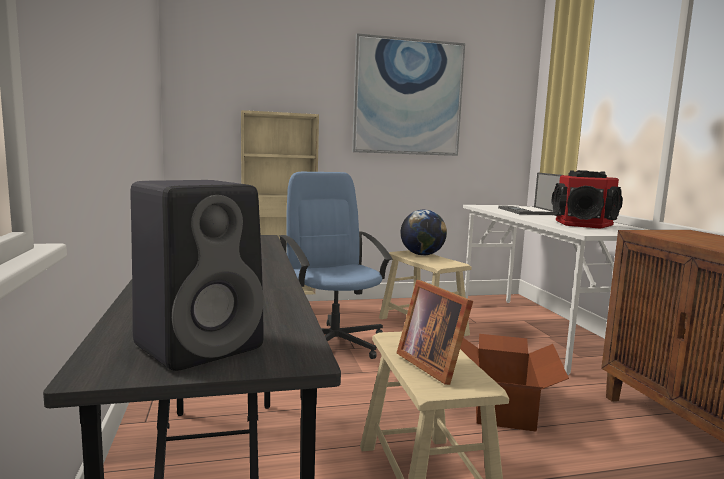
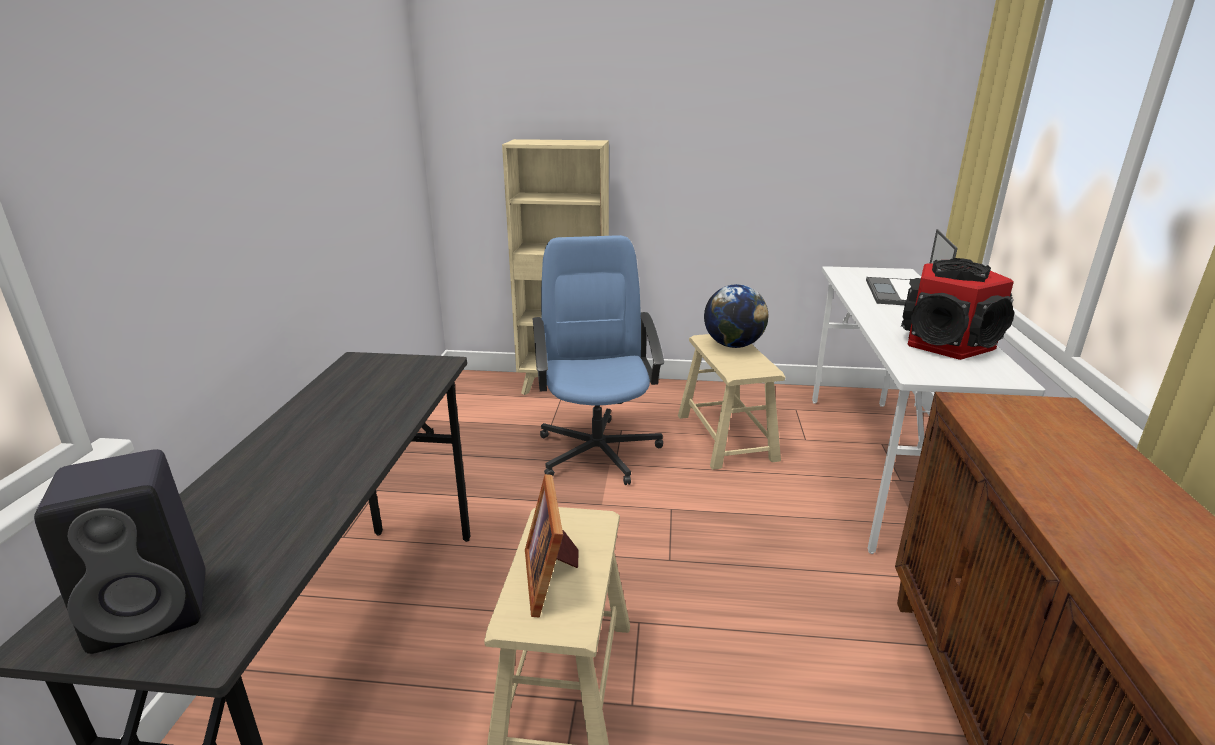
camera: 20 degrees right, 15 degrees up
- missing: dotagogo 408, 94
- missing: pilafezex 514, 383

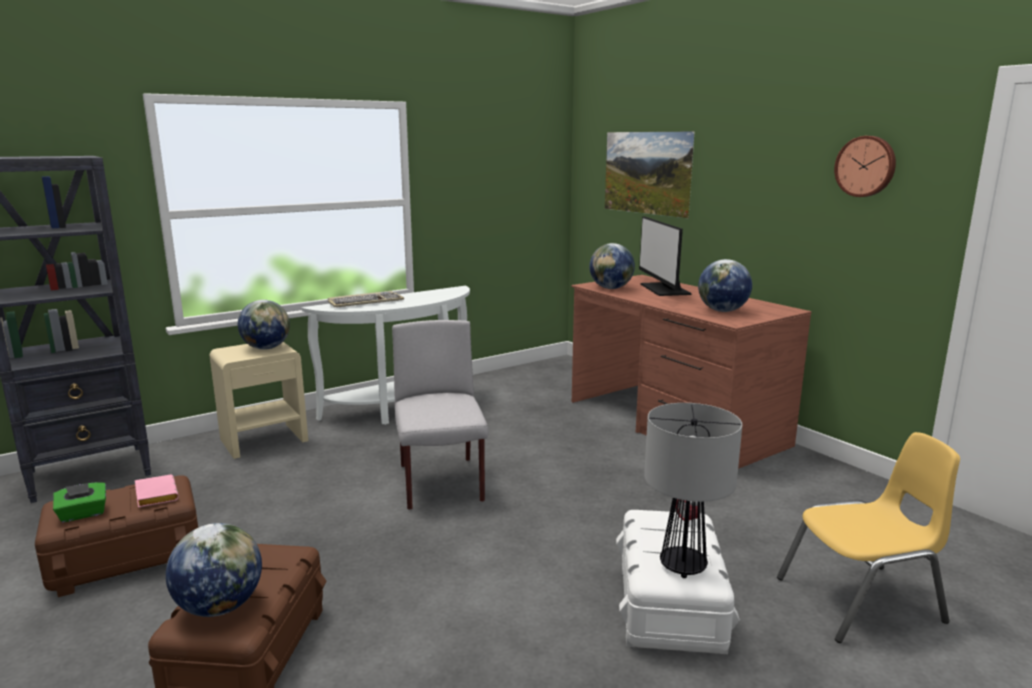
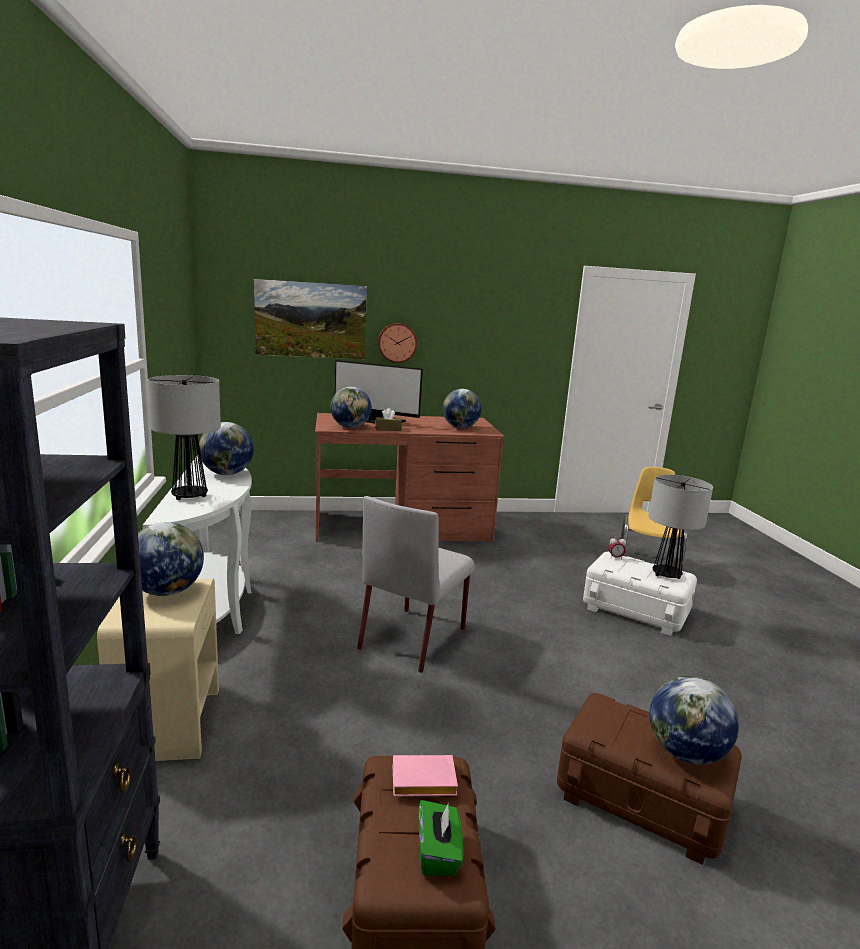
camera: 65 degrees left, 0 degrees up
- exchanged: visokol 365, 299 to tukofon 184, 437
- spun: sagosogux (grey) 440, 415 = 416, 584 75 degrees counterclockwise
- relocated: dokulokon 865, 166 to 397, 343
- appeared: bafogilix 226, 448
- appeared: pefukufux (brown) 388, 419

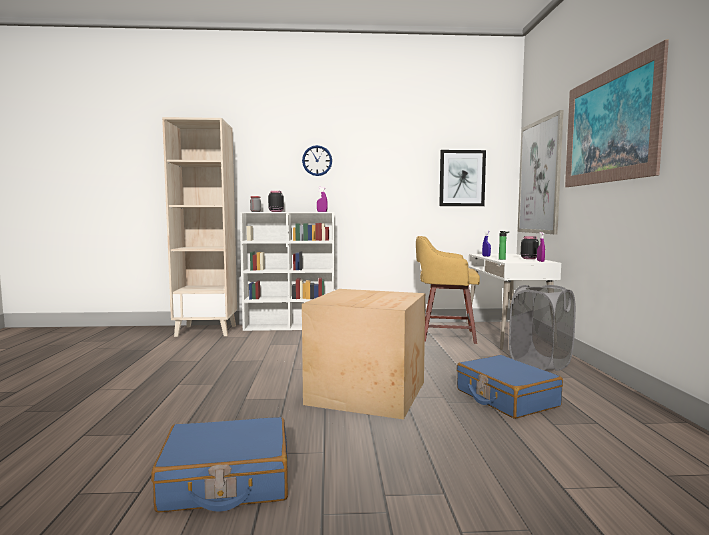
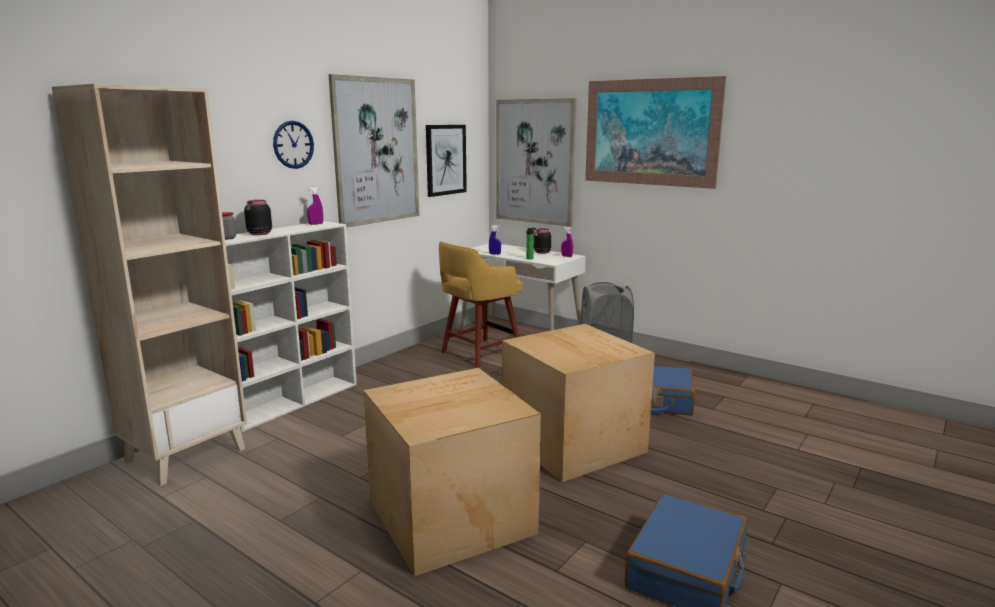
camera: 50 degrees left, 10 degrees up
- appeared: dotagogo 374, 151
- appeared: pilafezex 452, 472

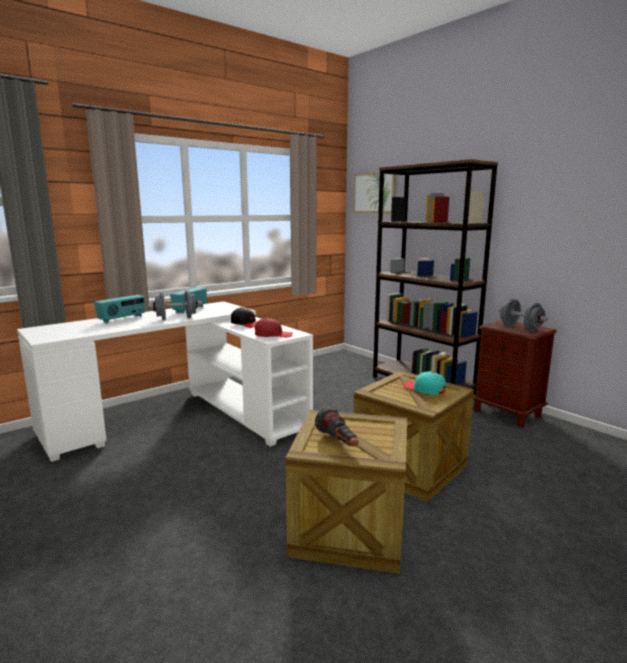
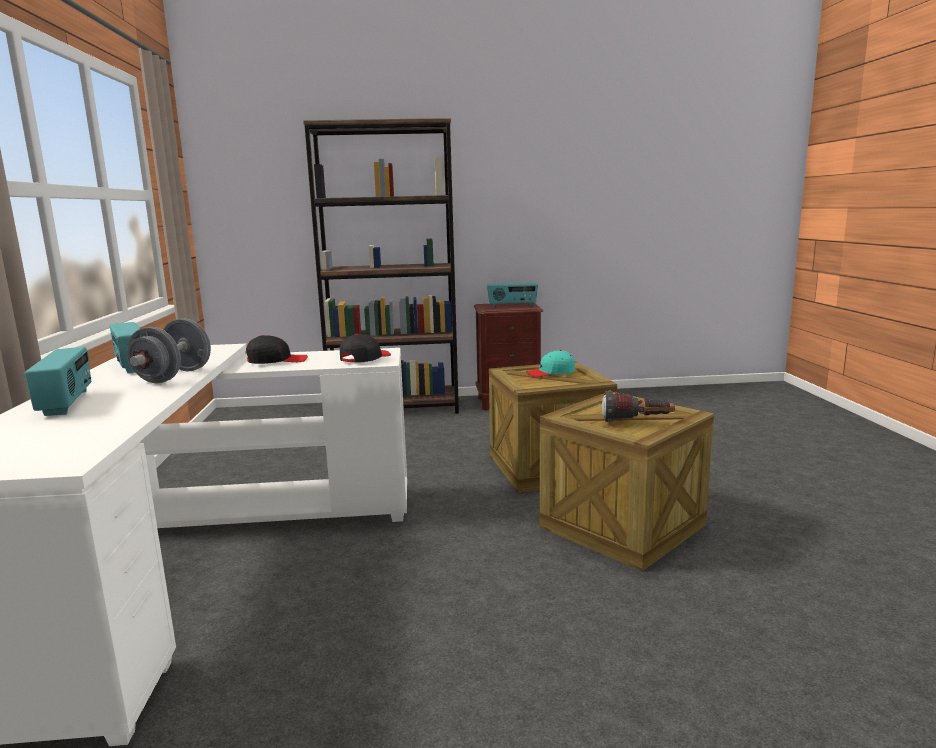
camera: 55 degrees left, 0 degrees up
- colour: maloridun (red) 273, 327 to maloridun (black) 365, 348
- missing: dotagogo 375, 192
- exchanged: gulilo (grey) 523, 315 to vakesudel 512, 295

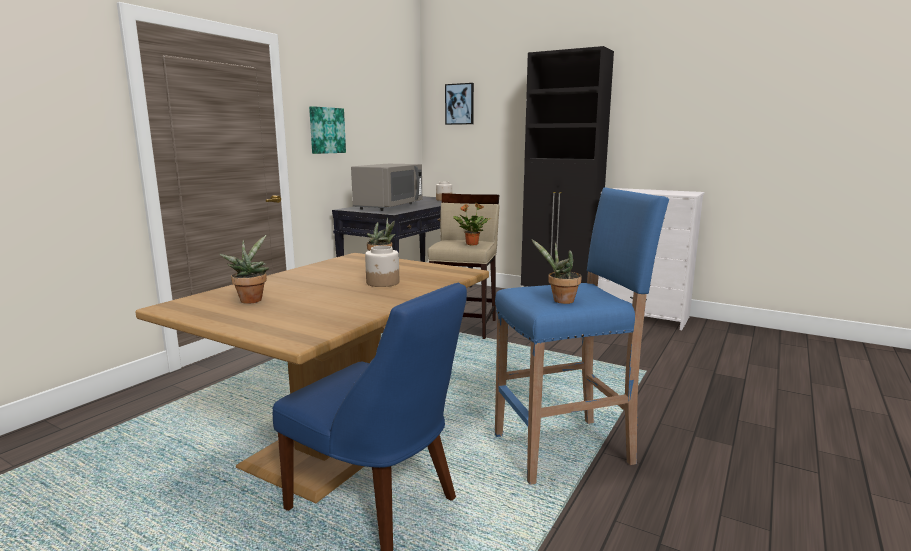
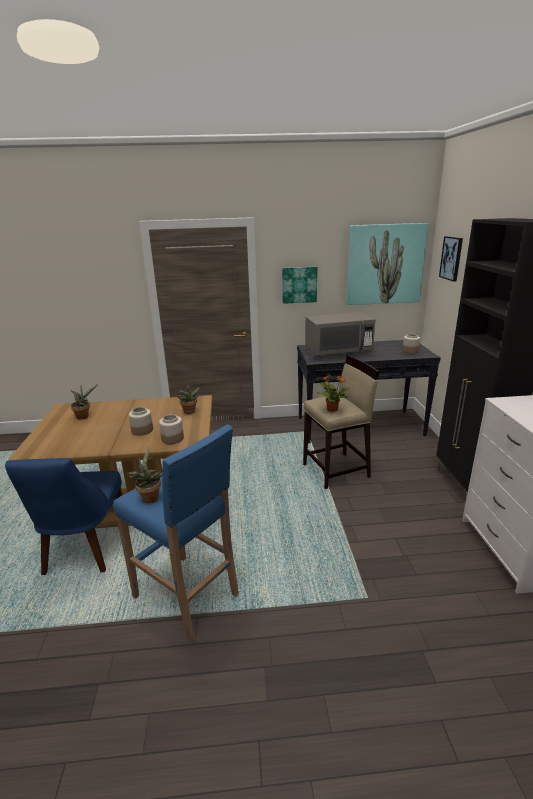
camera: 55 degrees right, 10 degrees up
- appeared: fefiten 171, 429
- appeared: dotagogo 388, 264

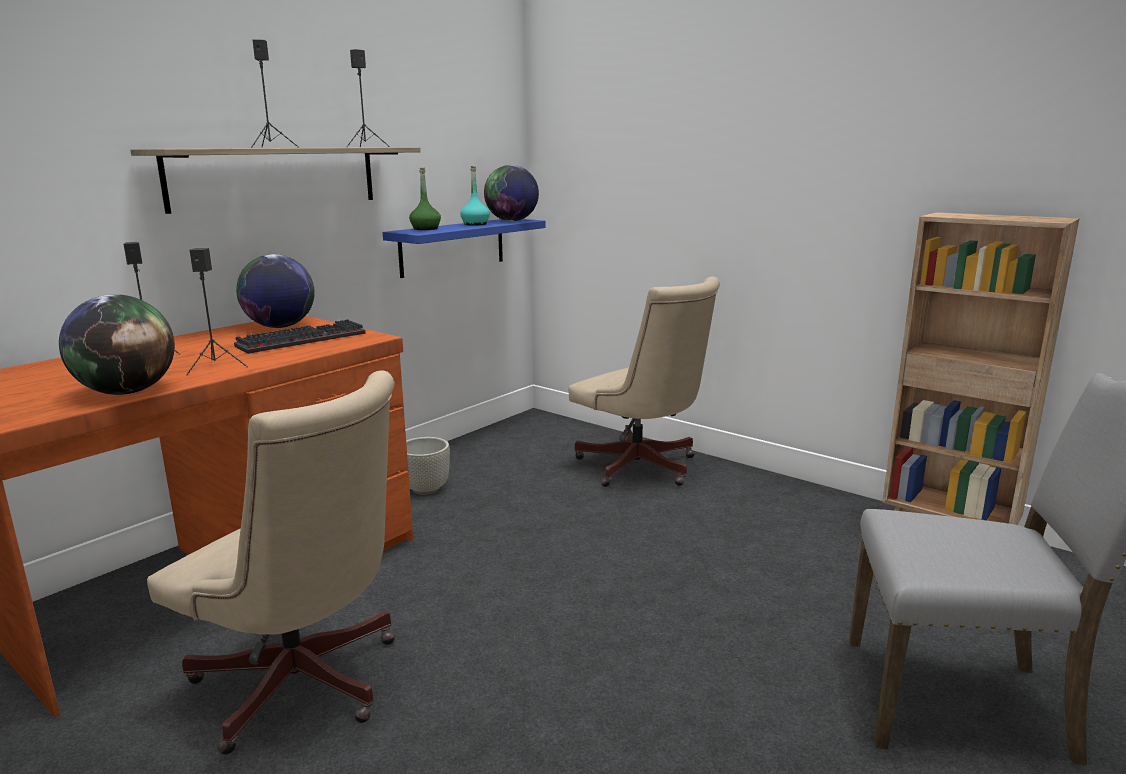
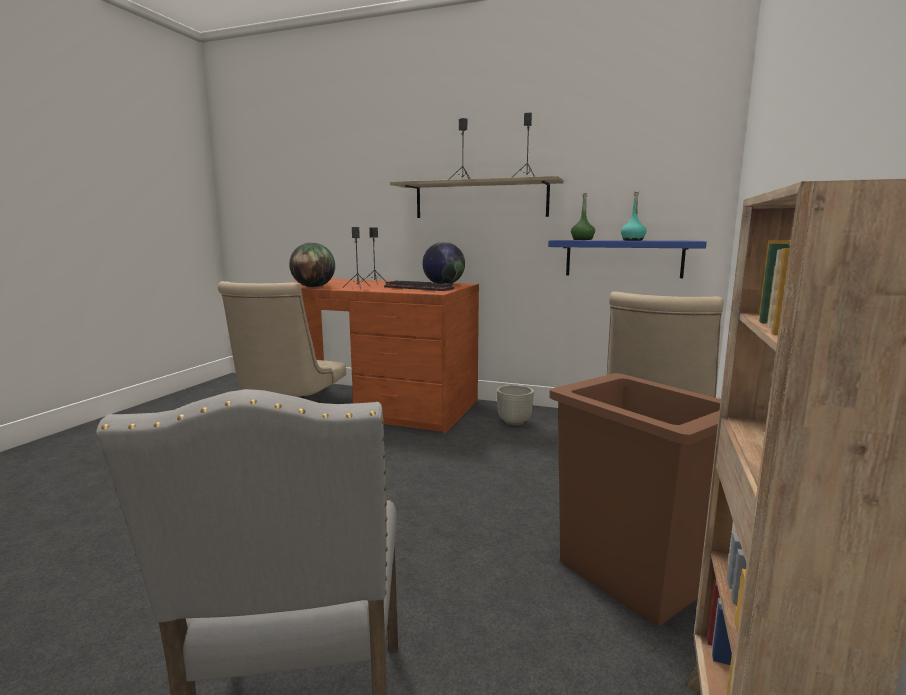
camera: 70 degrees right, 5 degrees down
- missing: bafogilix 511, 193
- appeared: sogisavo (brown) 635, 500

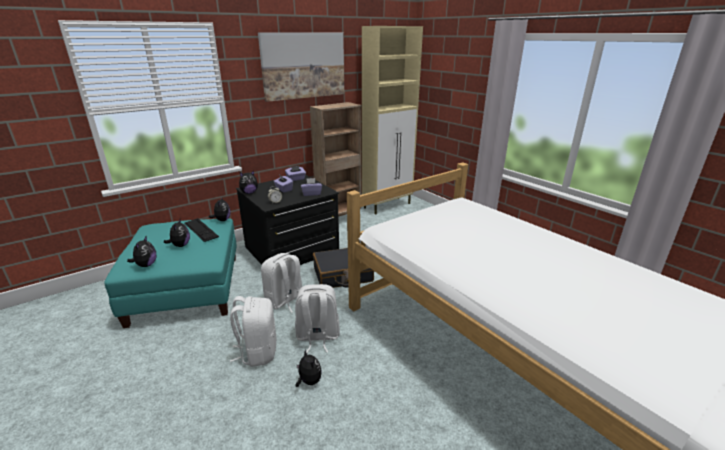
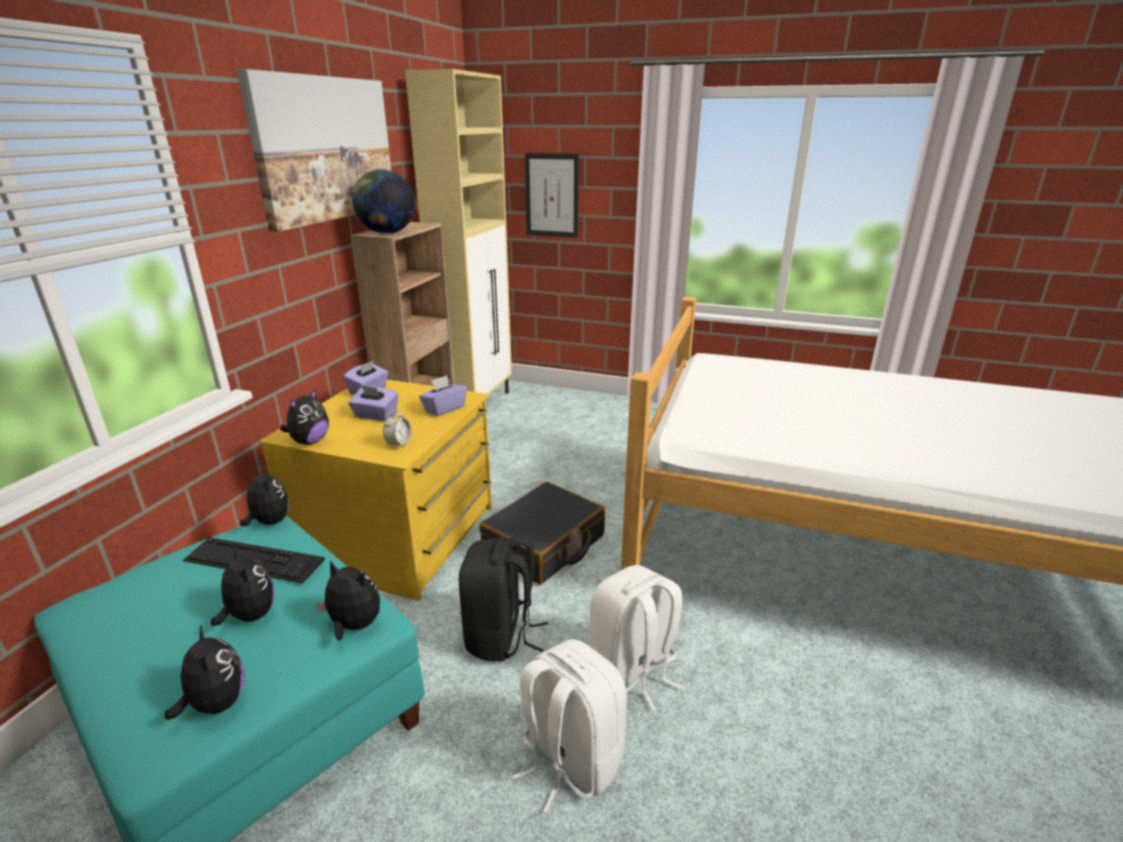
camera: 35 degrees left, 0 degrees up
- colour: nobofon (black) 287, 220 to nobofon (yellow) 375, 490
- colour: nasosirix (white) 281, 283 to nasosirix (black) 503, 599
- relocated: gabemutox 308, 368 to 347, 600
- appeared: bafogilix 383, 201
- appeared: dotagogo 552, 195

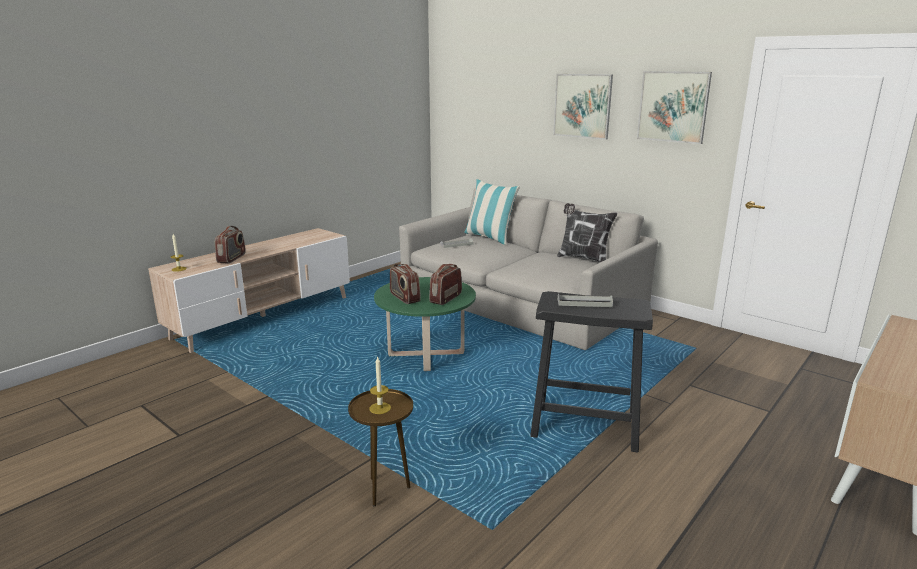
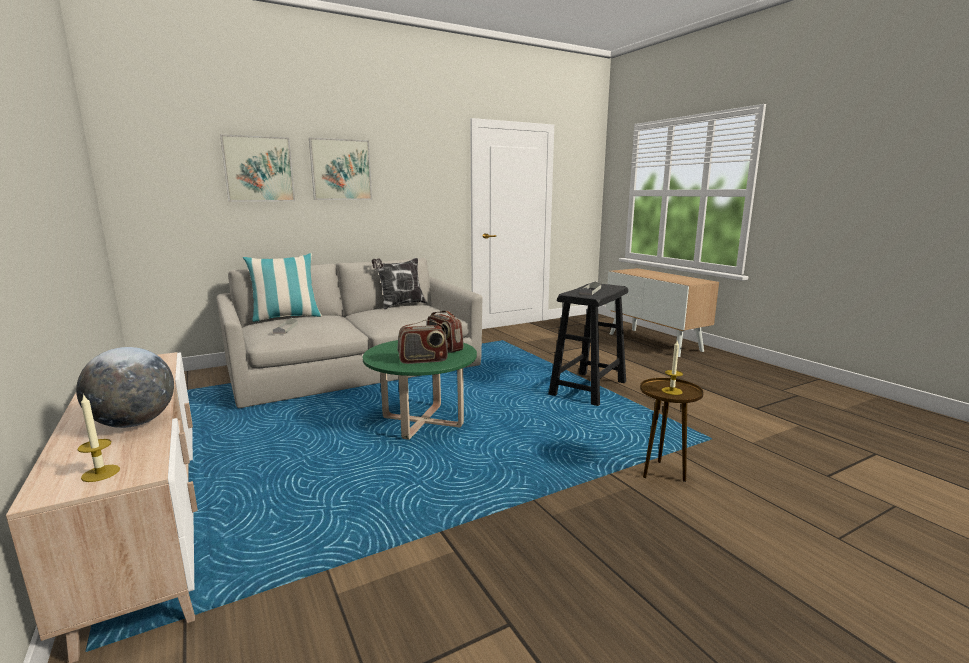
camera: 70 degrees left, 5 degrees down
- exchanged: vakesudel 230, 244 to bafogilix 125, 387
- relocated: dotagogo 674, 107 to 257, 168

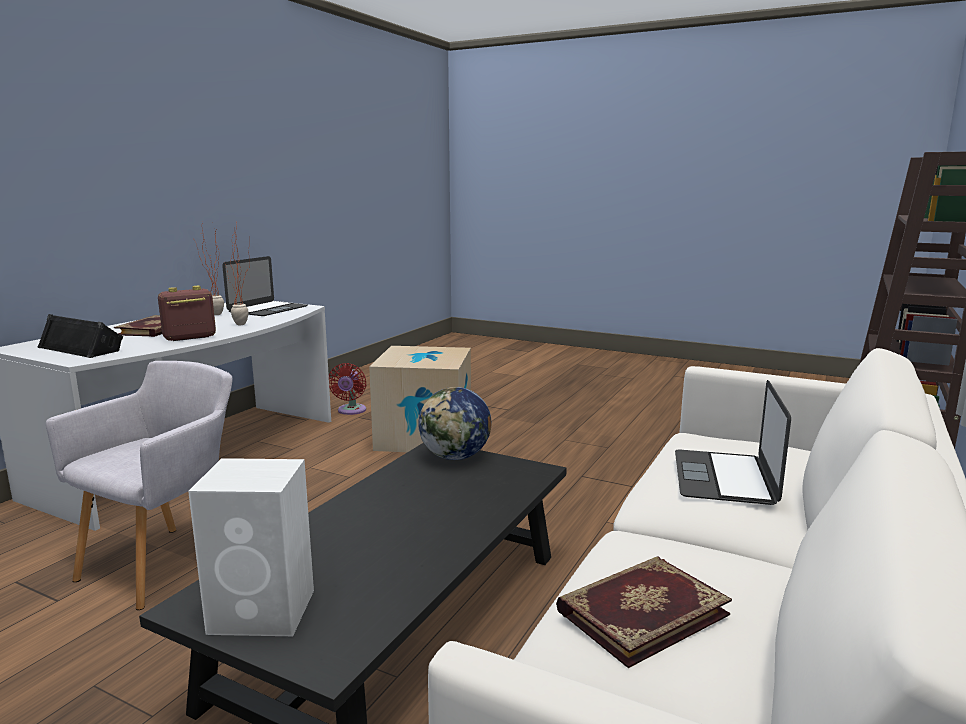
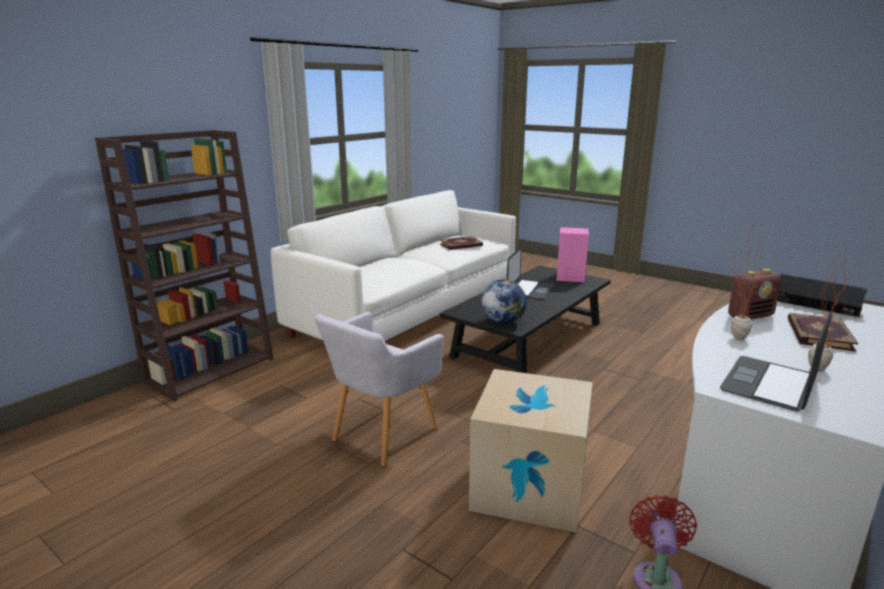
camera: 170 degrees left, 5 degrees up
- relocated: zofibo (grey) 139, 485 to 379, 389
- colour: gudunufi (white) 251, 547 to gudunufi (pink) 573, 254
- relocated: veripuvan 733, 442 to 530, 273

